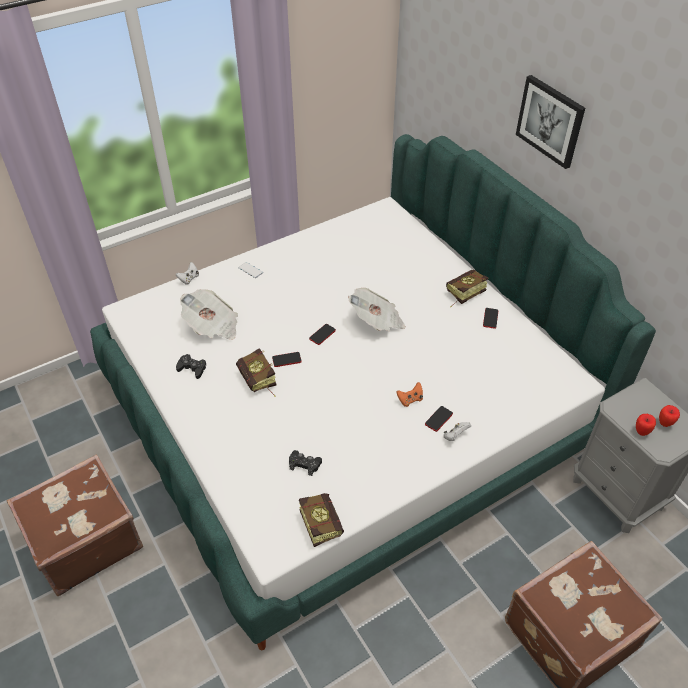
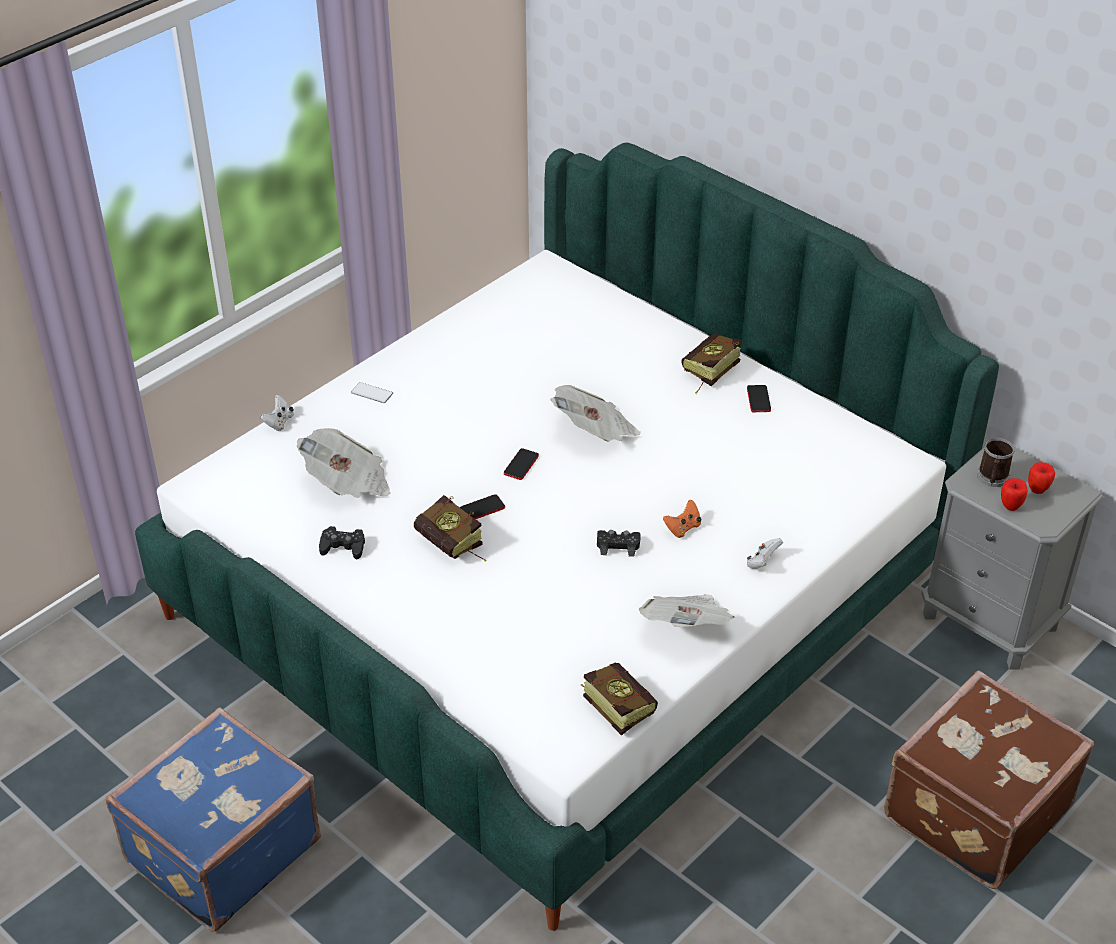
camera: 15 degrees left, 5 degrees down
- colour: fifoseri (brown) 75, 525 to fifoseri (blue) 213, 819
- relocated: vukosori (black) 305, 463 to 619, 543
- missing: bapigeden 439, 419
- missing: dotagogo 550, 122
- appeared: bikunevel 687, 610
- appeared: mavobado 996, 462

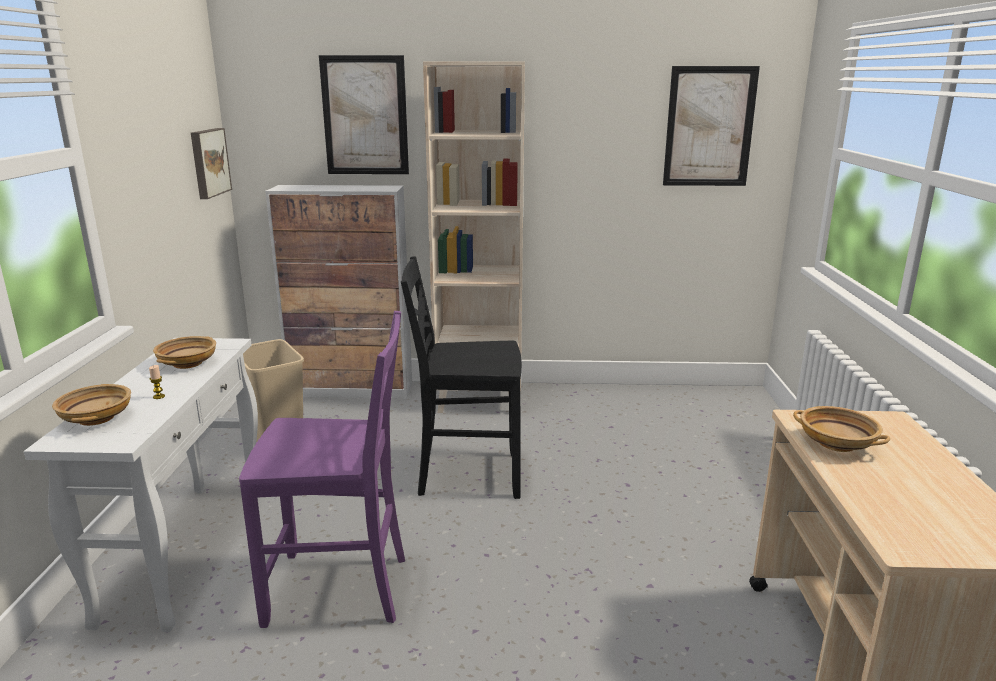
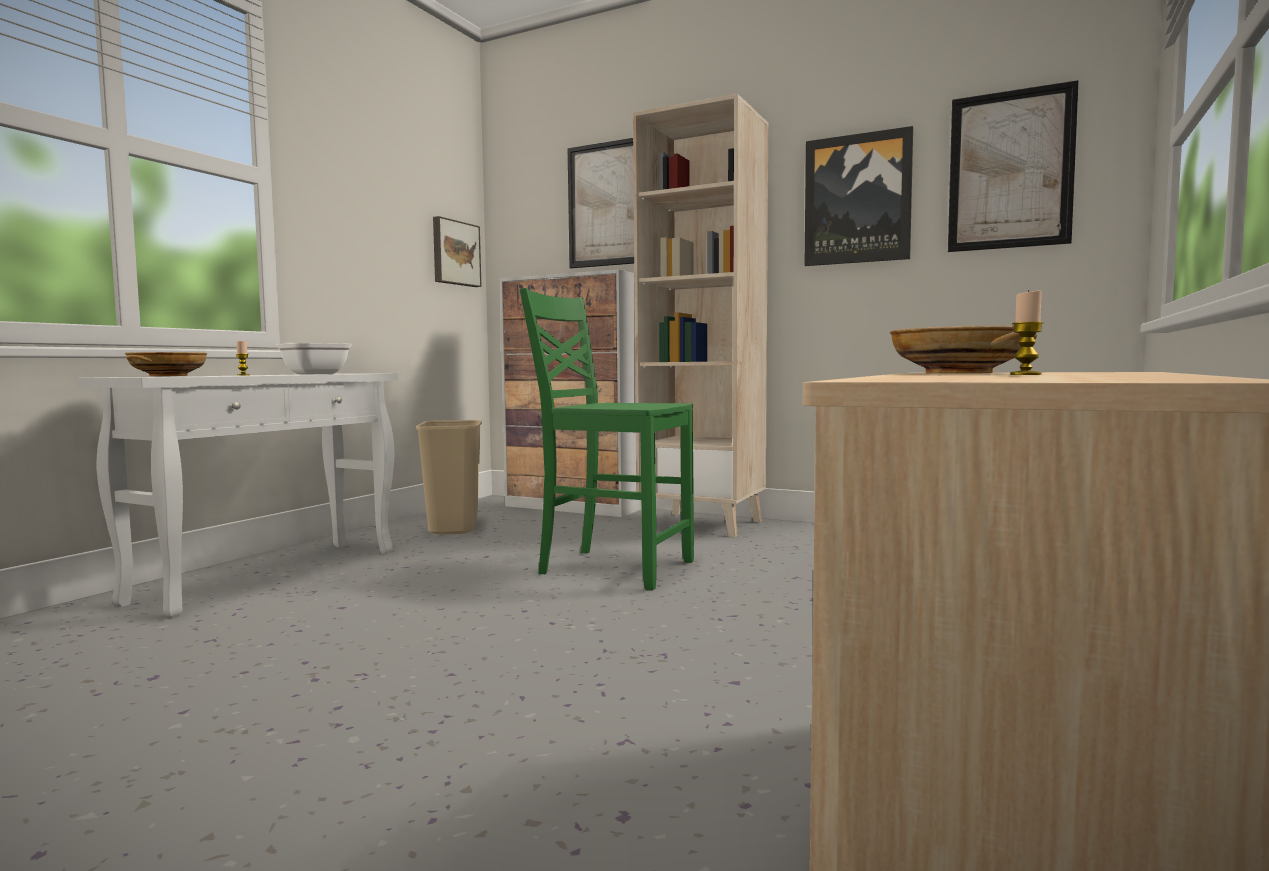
camera: 25 degrees right, 15 degrees down
- exchanged: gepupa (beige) 184, 352 to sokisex 314, 358
- missing: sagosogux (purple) 322, 469
- colour: sagosogux (black) 461, 377 to sagosogux (green) 607, 439
- appeared: dotagogo 858, 196
- appeared: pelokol 1027, 332

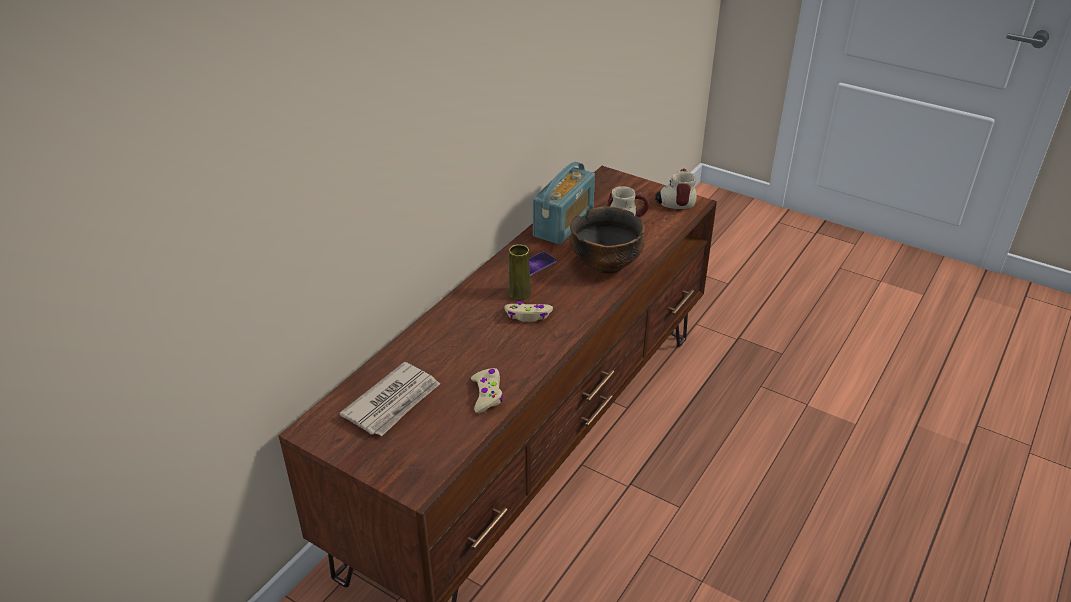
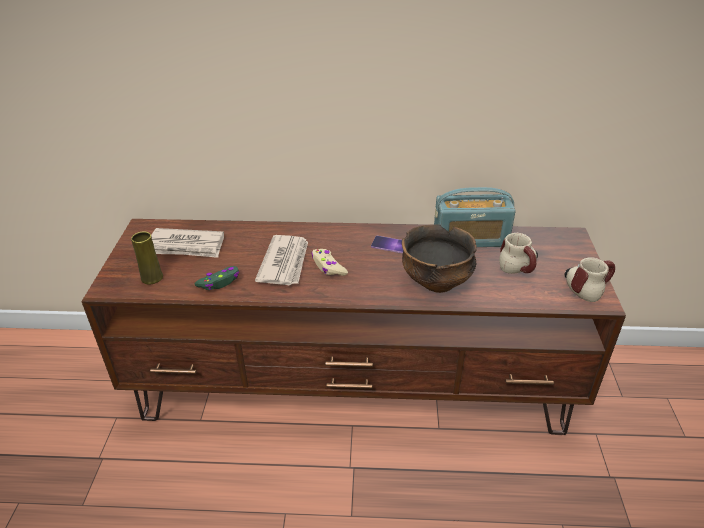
camera: 60 degrees right, 0 degrees up
- colour: vukosori (beige) 487, 390 to vukosori (green) 216, 278
- relocated: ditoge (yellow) 519, 272 to 147, 257
- appeared: bikunevel 281, 260

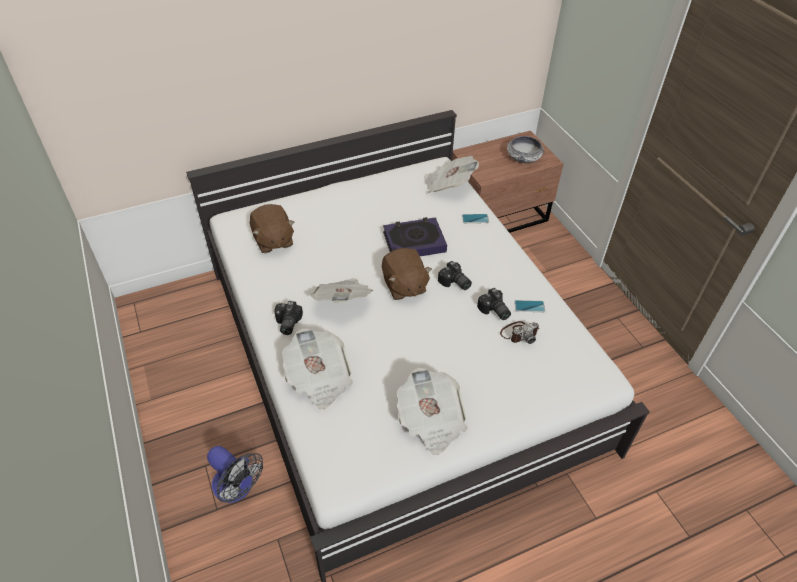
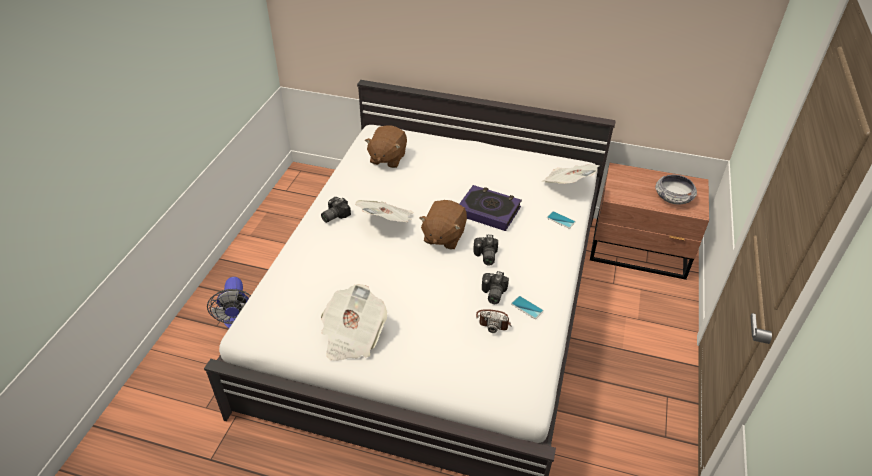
camera: 40 degrees right, 5 degrees down
- missing: bikunevel 317, 368

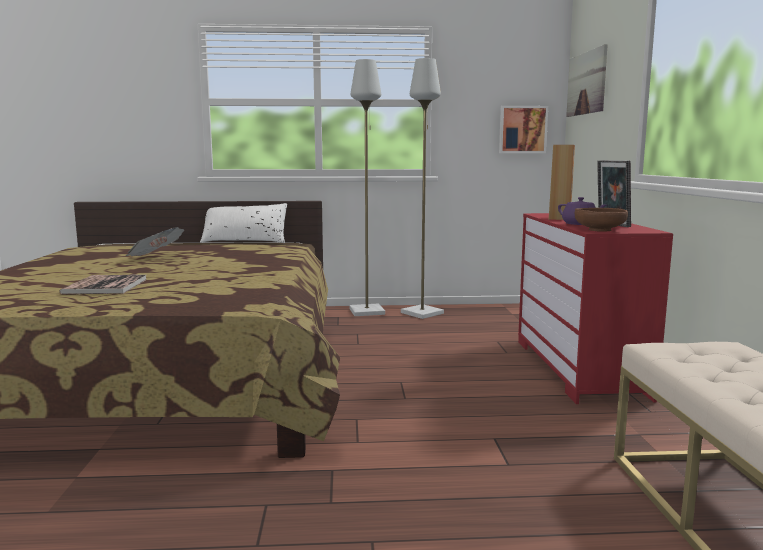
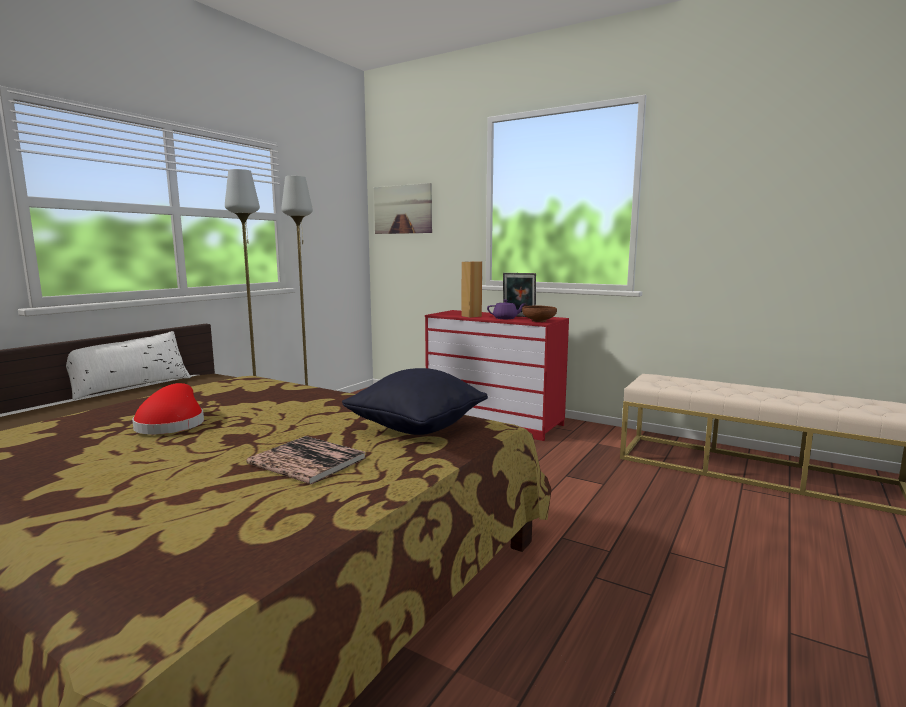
camera: 55 degrees left, 0 degrees up
- exchanged: bikunevel 155, 241 to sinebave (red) 168, 408
- missing: dotagogo 523, 129
- appeared: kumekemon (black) 415, 401

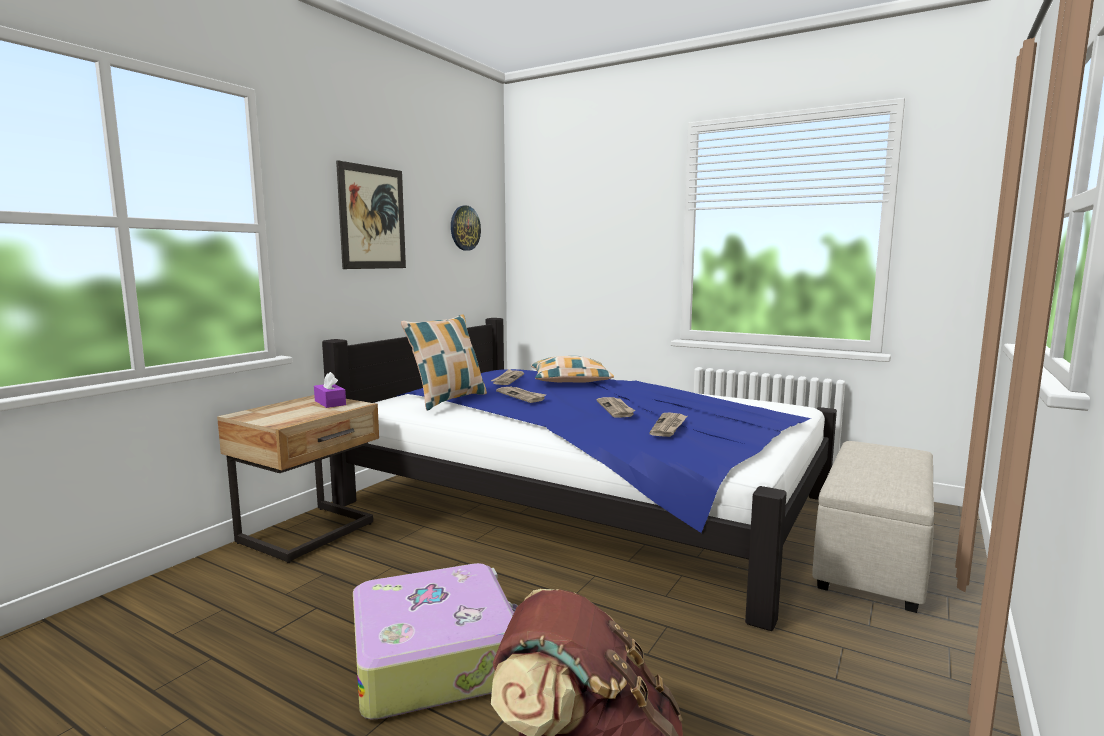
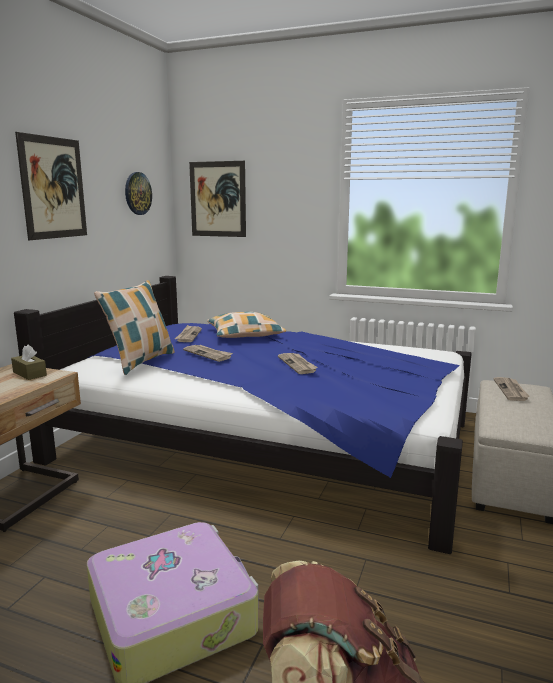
camera: 10 degrees left, 5 degrees up
- colour: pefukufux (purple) 330, 390 to pefukufux (brown) 29, 362
- relocated: bikunevel 668, 425 to 512, 389
- appeared: dotagogo 217, 199

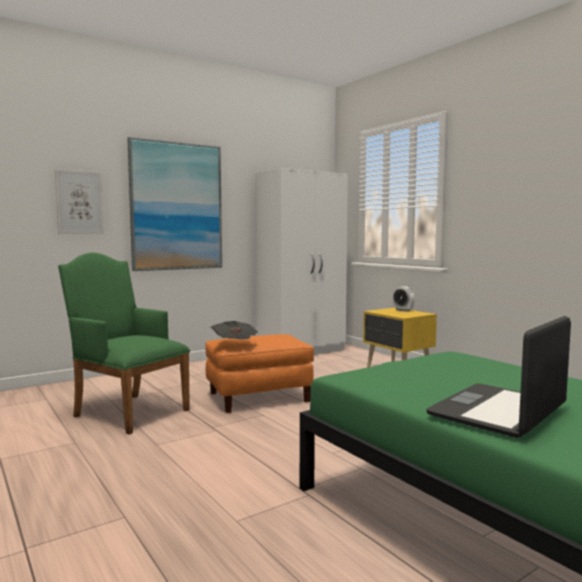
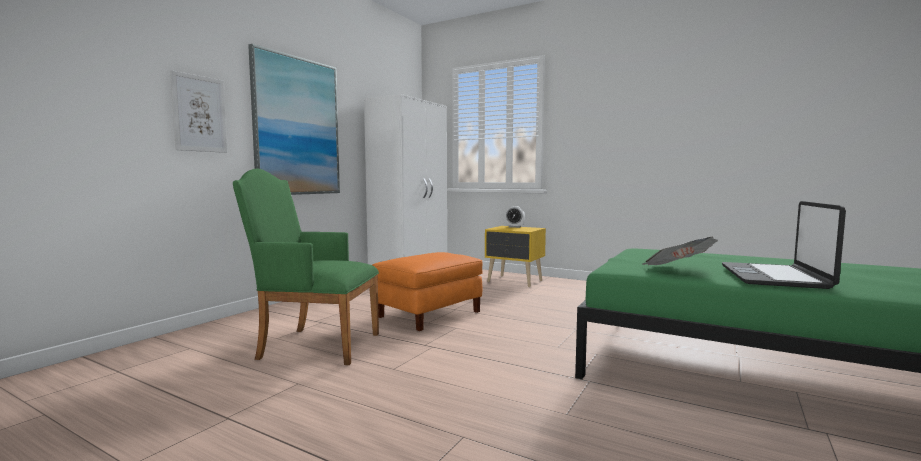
camera: 25 degrees left, 0 degrees up
- relocated: bikunevel 234, 330 to 680, 251

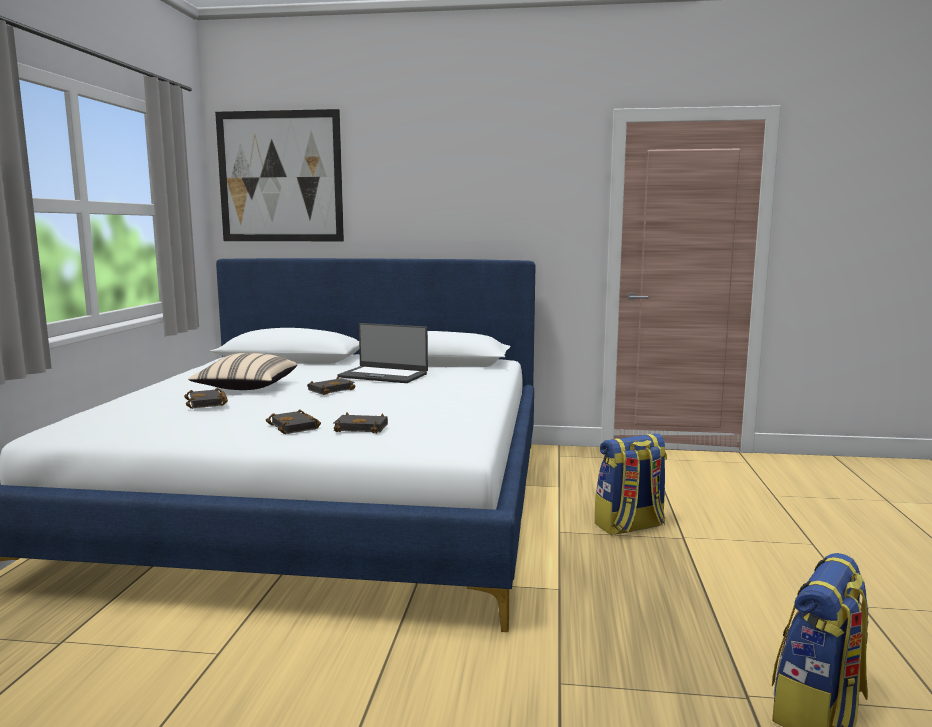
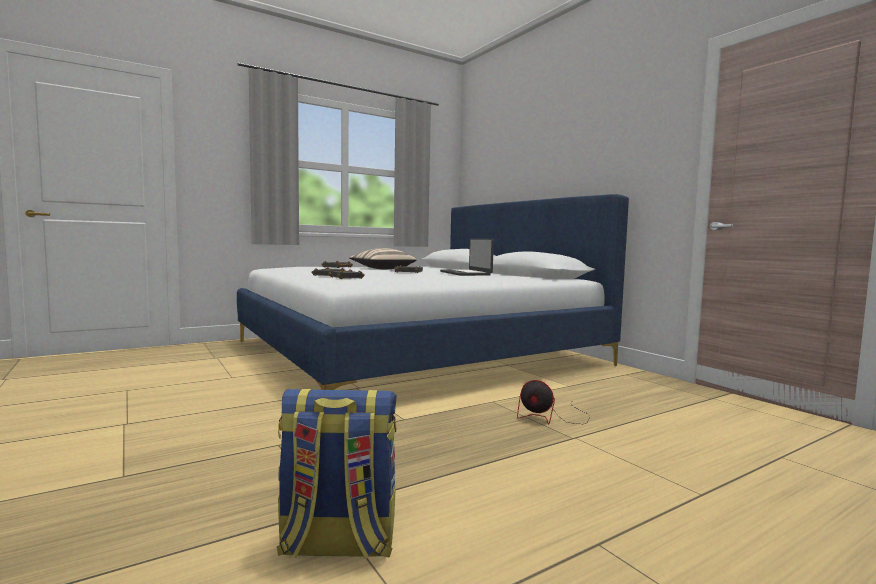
camera: 50 degrees right, 5 degrees down
- missing: dotagogo 279, 175
- exchanged: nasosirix 631, 484 to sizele 554, 402

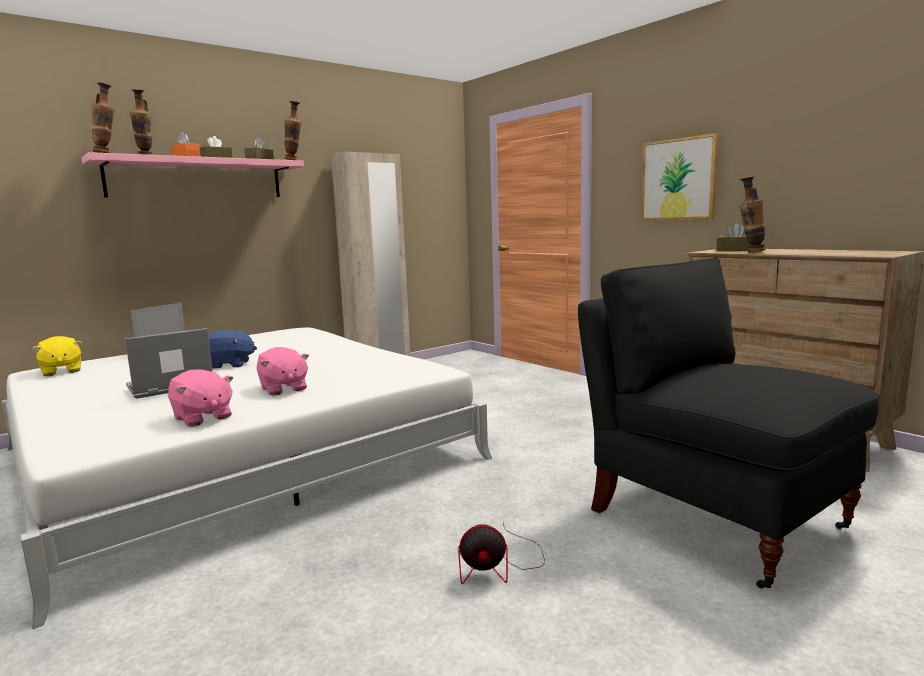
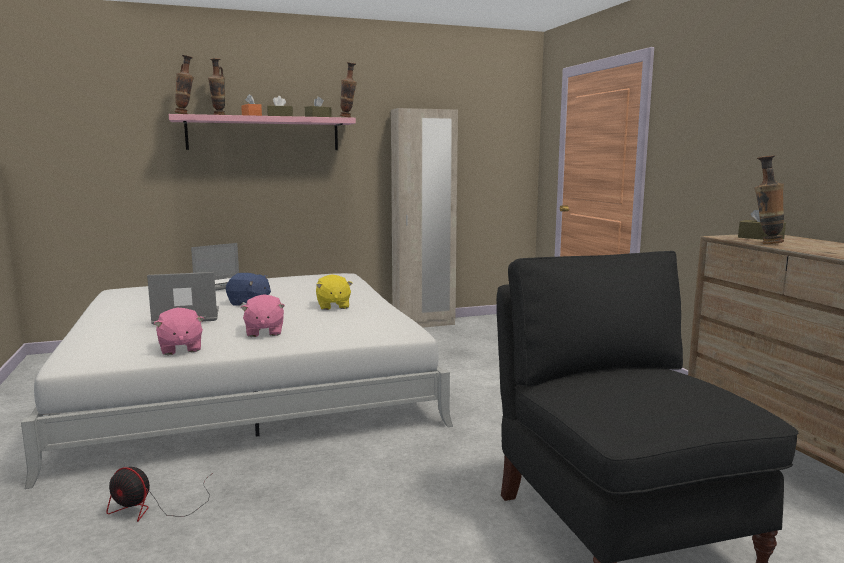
camera: 20 degrees right, 0 degrees up
- relocated: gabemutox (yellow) 56, 356 to 334, 292
- relocated: sizele 501, 553 to 159, 494
- missing: dotagogo 680, 176

